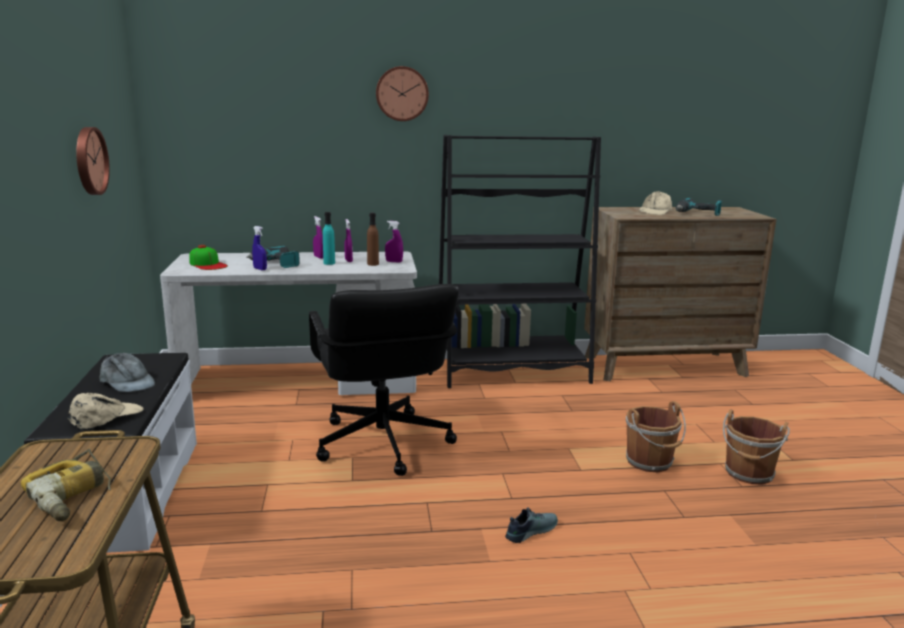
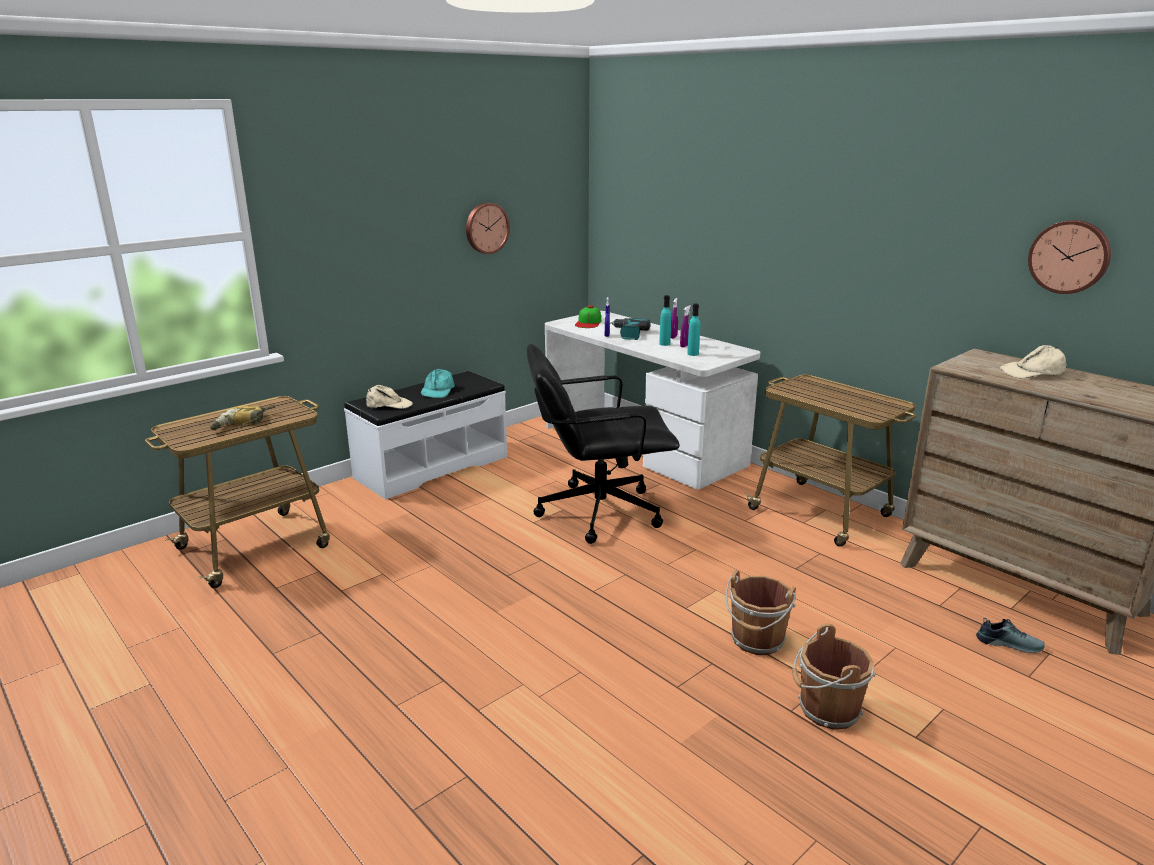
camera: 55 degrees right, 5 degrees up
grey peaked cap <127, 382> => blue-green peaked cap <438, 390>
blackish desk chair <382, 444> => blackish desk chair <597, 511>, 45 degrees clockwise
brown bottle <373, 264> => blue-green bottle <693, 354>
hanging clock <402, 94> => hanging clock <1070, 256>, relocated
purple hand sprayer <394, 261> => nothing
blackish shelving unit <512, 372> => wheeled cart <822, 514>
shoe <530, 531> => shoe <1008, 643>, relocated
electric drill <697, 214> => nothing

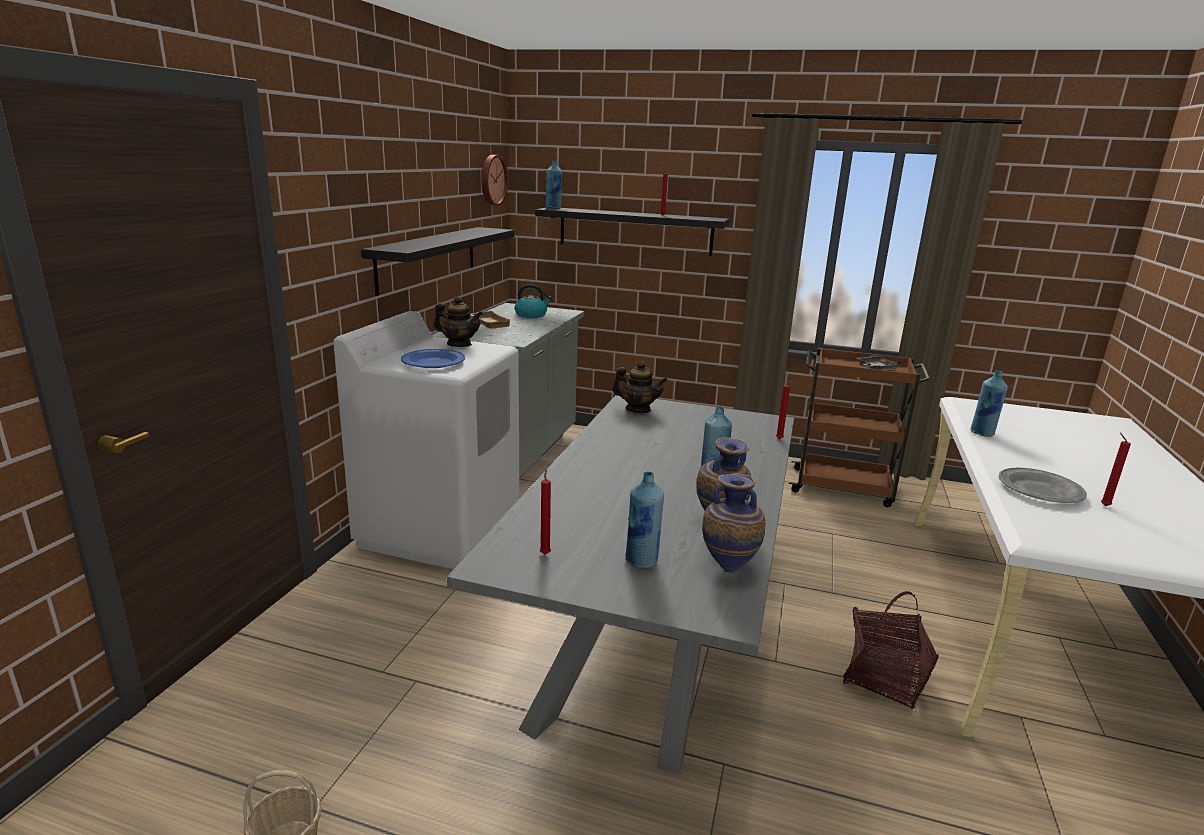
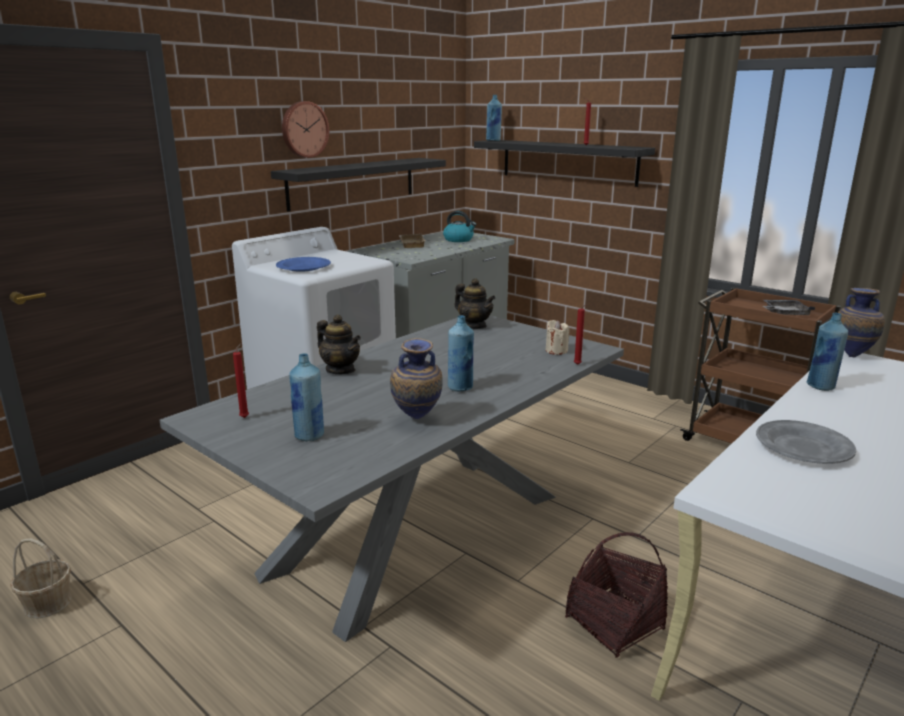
camera: 25 degrees right, 0 degrees up
pot for tea <459, 345> => pot for tea <340, 370>, relocated
hanging clock <492, 180> => hanging clock <304, 129>, relocated
decorative vase <729, 567> => decorative vase <852, 355>, relocated
red-coloured wax light <1103, 505> => nothing
nothing => beige-coloured wax light <556, 351>

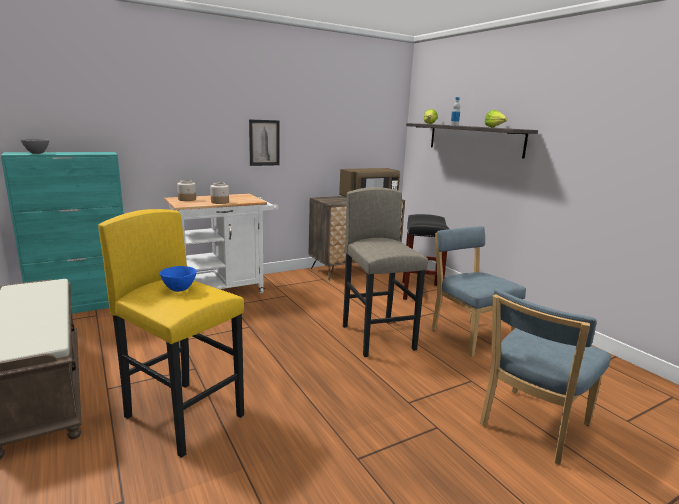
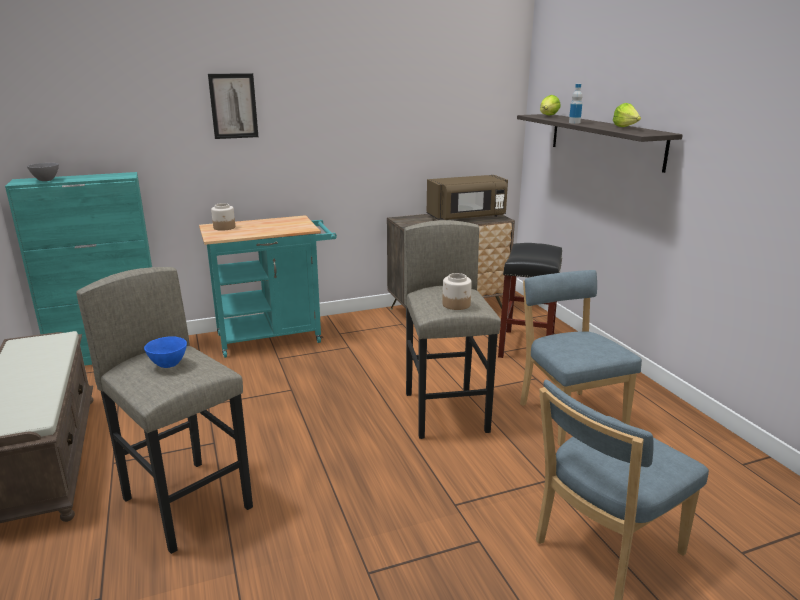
camera: 10 degrees right, 5 degrees up
yellow sitting stool <185, 416> => grey sitting stool <188, 503>
white wheeled cart <225, 290> => blue-green wheeled cart <276, 337>
jar <220, 202> => jar <456, 304>, relocated
wall picture <264, 143> => wall picture <233, 106>, relocated

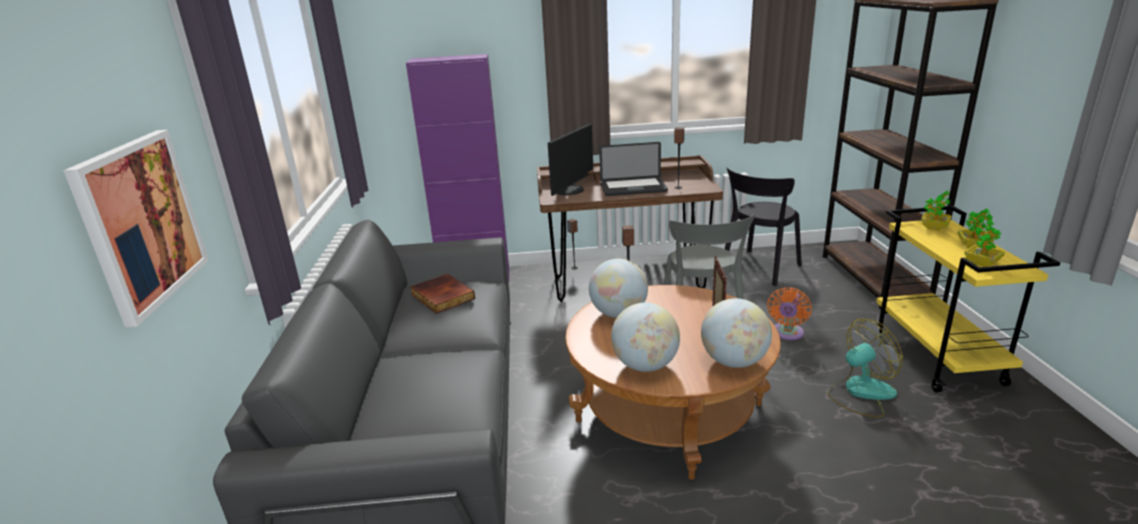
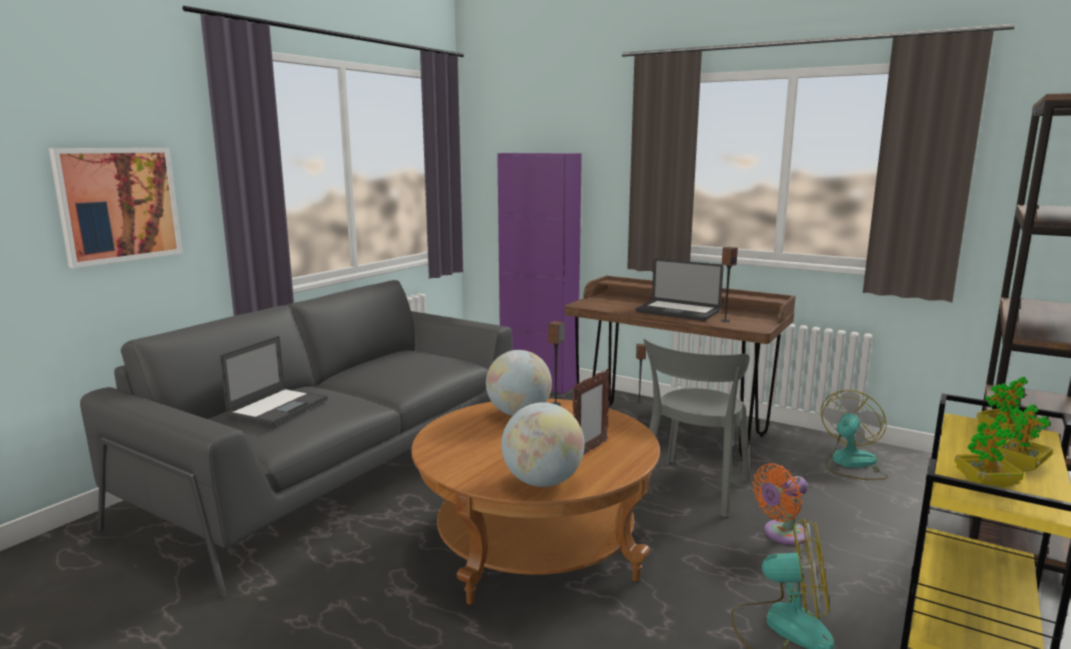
camera: 35 degrees right, 10 degrees down
book <441, 297> => nothing
computer screen <570, 190> => nothing
globe <645, 365> => nothing
blackish plain chair <758, 269> => cooling fan <851, 464>
nothing => laptop <279, 406>

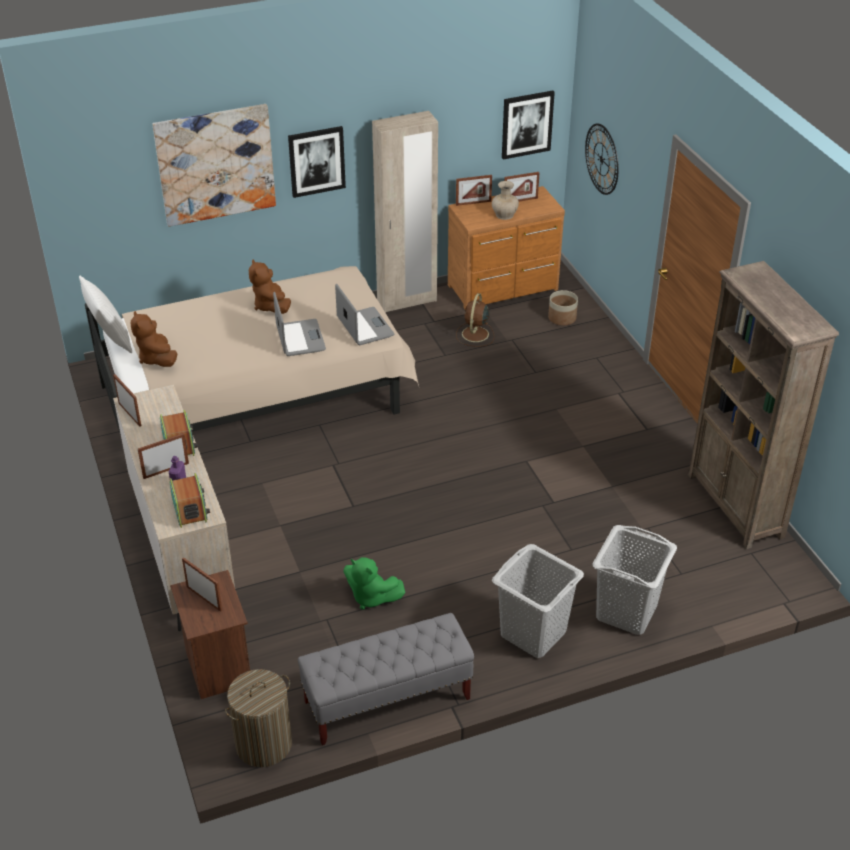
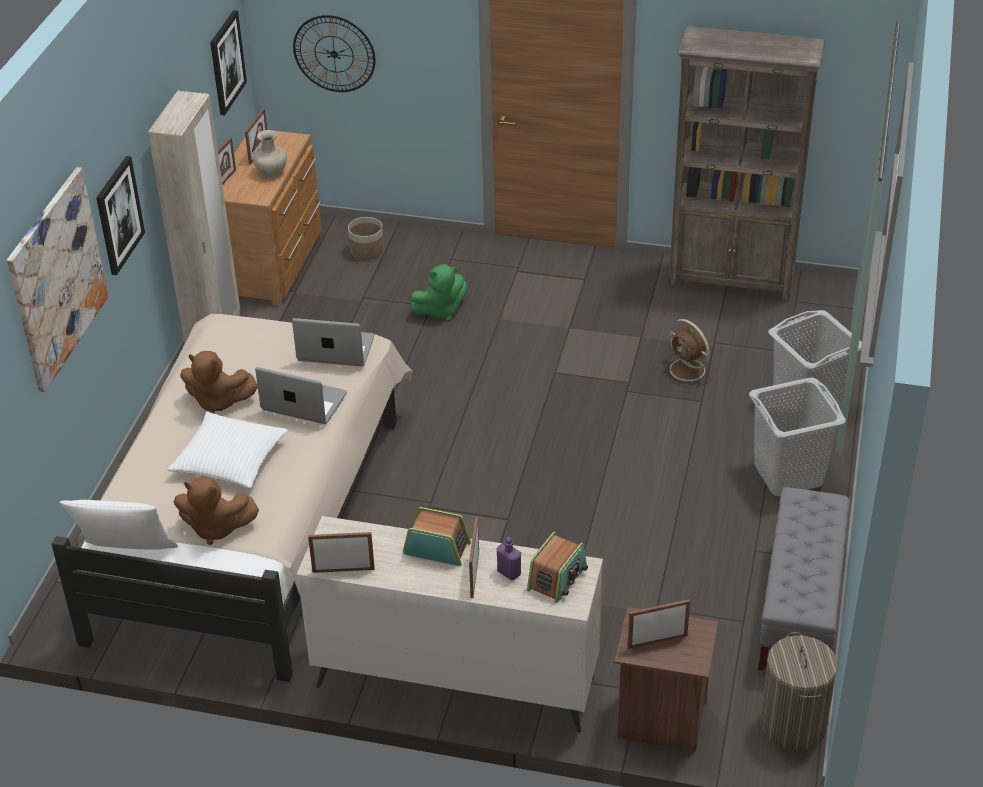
camera: 55 degrees left, 0 degrees up
radio set <190, 509> => radio set <557, 578>, 105 degrees clockwise
greenish plush toy <371, 597> => greenish plush toy <440, 310>, relocated
brown cooling fan <475, 335> => brown cooling fan <688, 371>, relocated
nothing => white throw pillow <229, 460>

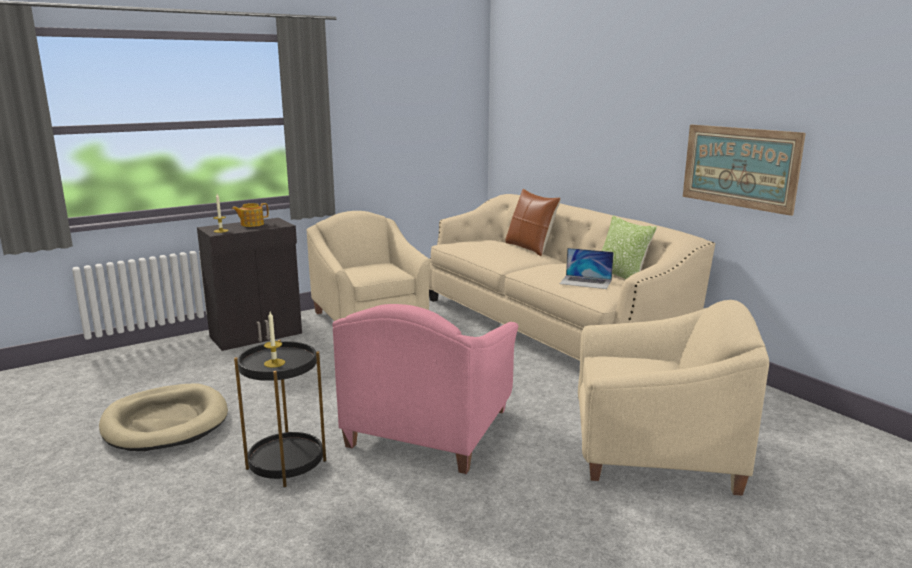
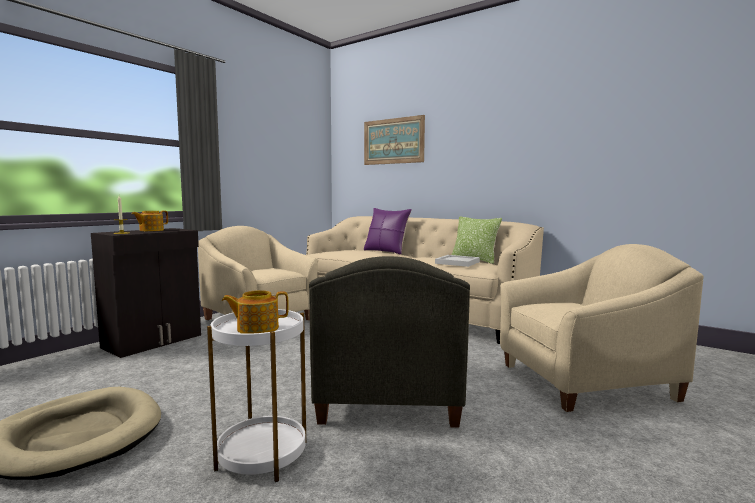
camera: 20 degrees left, 10 degrees down
blackish side table <286, 464> => white side table <262, 455>
wax light <274, 363> => pot for tea <257, 328>
pink easy chair <431, 428> => grey easy chair <387, 393>
brown throw pillow <530, 248> => purple throw pillow <386, 251>
laptop <586, 282> => white carrying tray <458, 262>
wall picture <739, 167> => wall picture <393, 141>, relocated

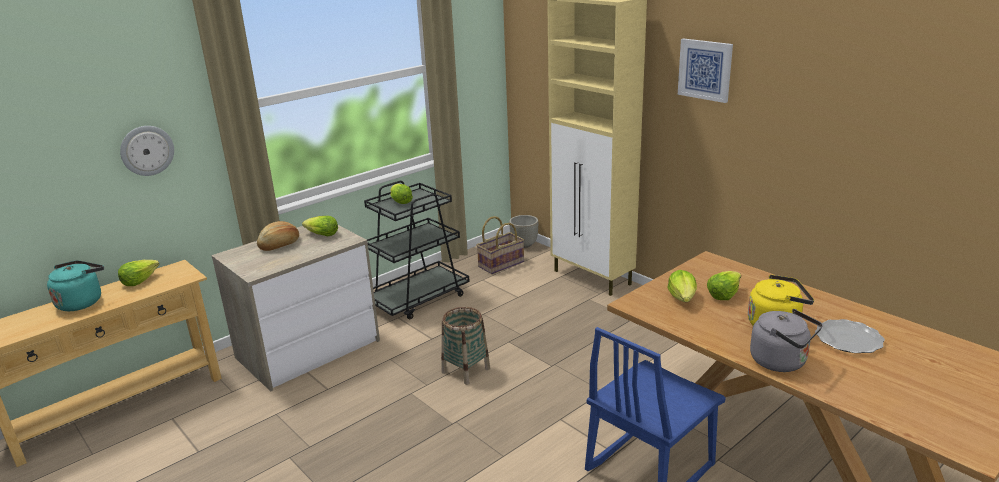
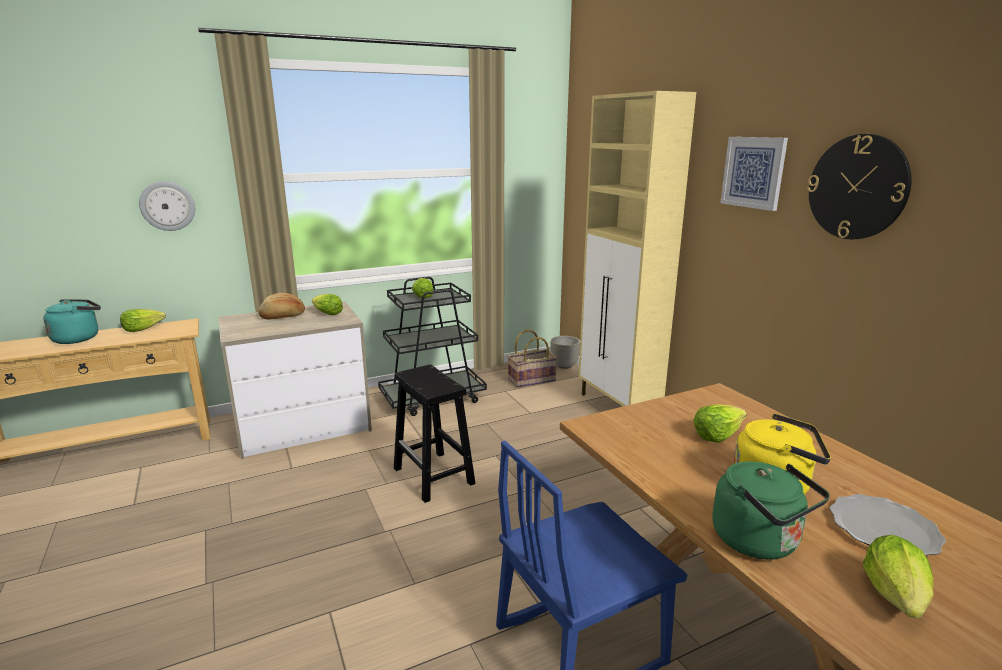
camera: 15 degrees right, 5 degrees down
household basket <466, 370> => blackish sitting stool <434, 476>
lettuce <682, 298> => lettuce <896, 596>, relocated
grey tea kettle <781, 362> => greenish tea kettle <760, 542>
nothing => hanging clock <857, 187>

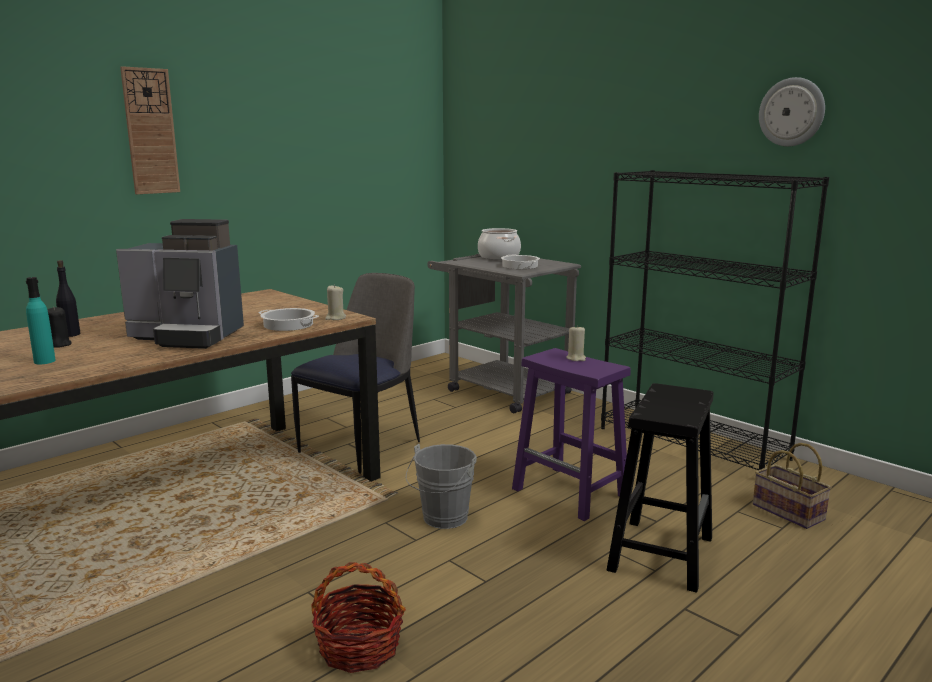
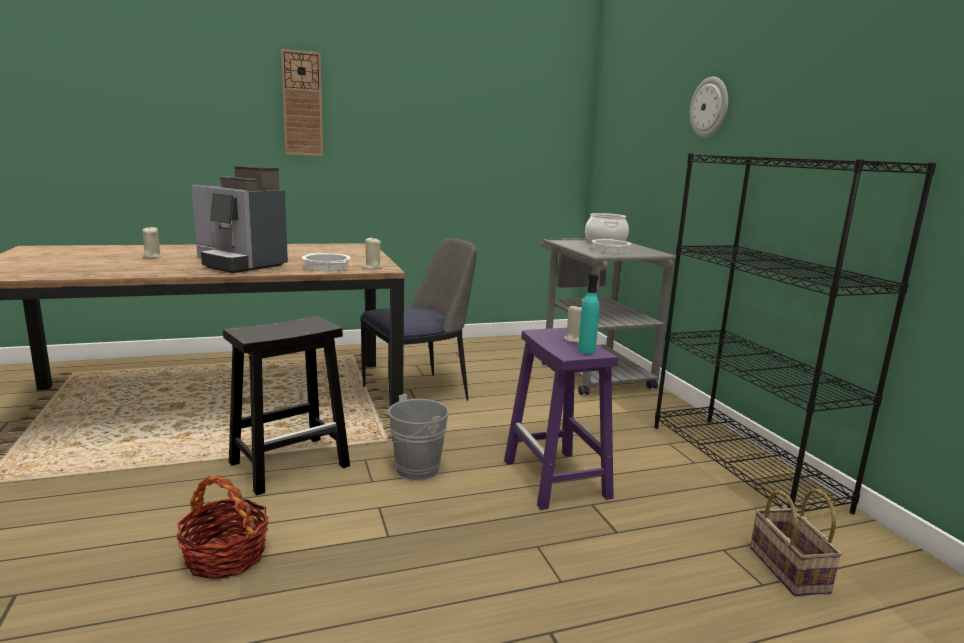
camera: 25 degrees right, 0 degrees up
blue-green bottle <44, 361> => blue-green bottle <586, 351>, relocated
blackish wax light <59, 345> => beige-coloured wax light <152, 257>
blackish bottle <70, 334> => nothing
blackish sitting stool <661, 552> => blackish sitting stool <291, 464>, relocated
hanging clock <792, 112> => hanging clock <710, 107>, relocated

